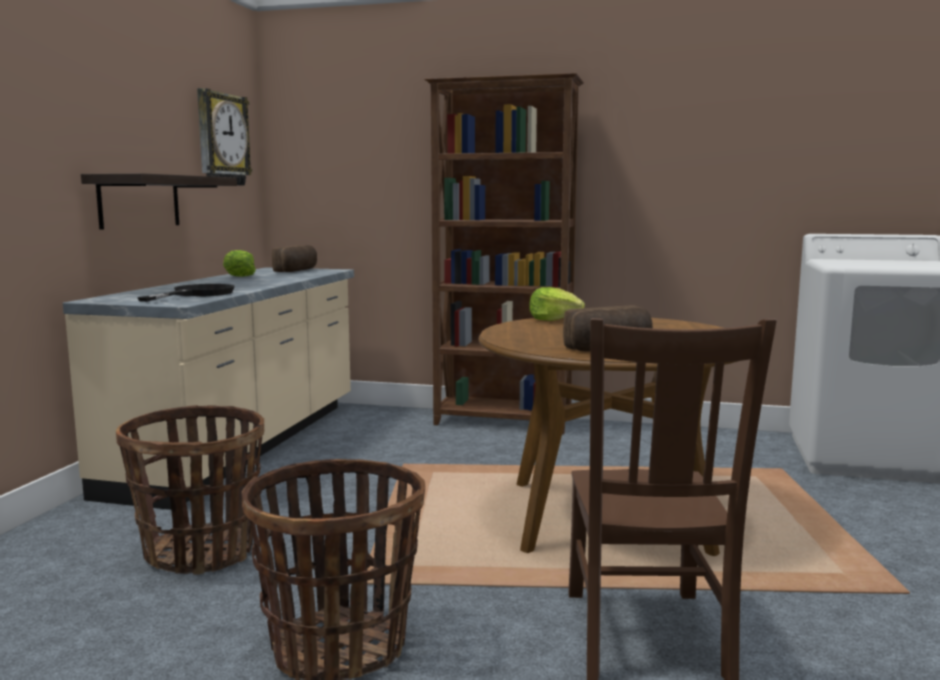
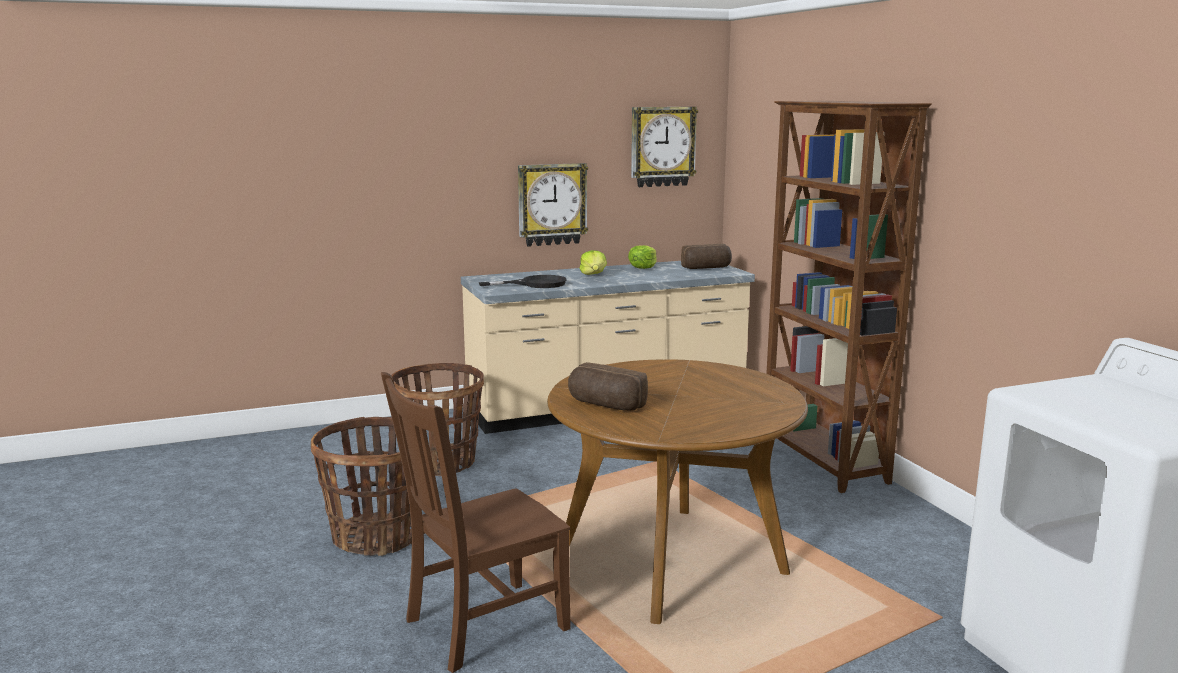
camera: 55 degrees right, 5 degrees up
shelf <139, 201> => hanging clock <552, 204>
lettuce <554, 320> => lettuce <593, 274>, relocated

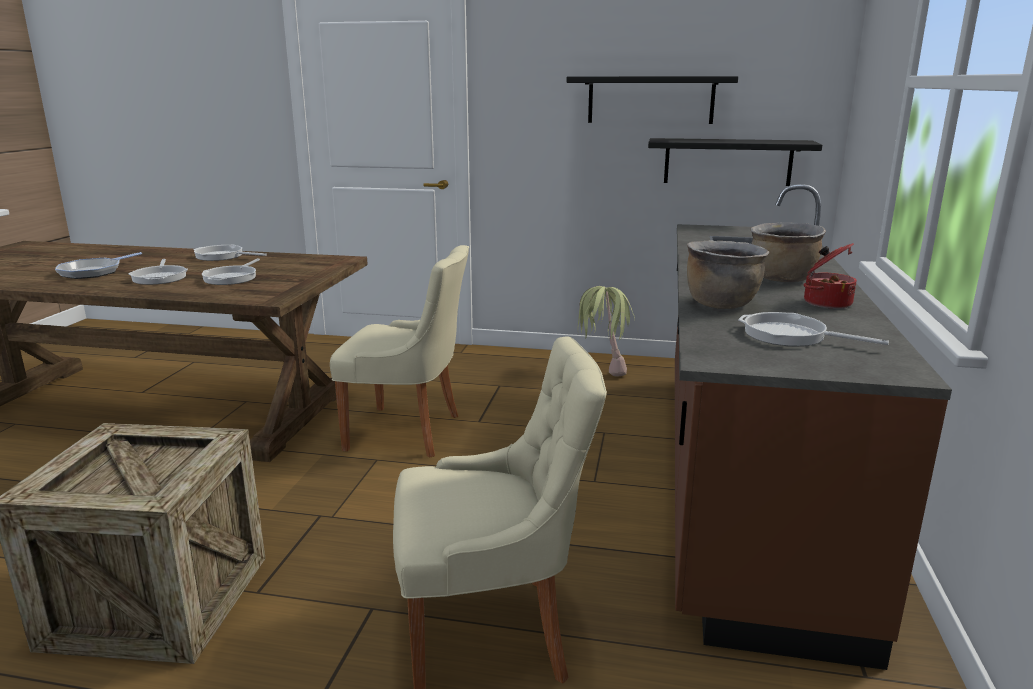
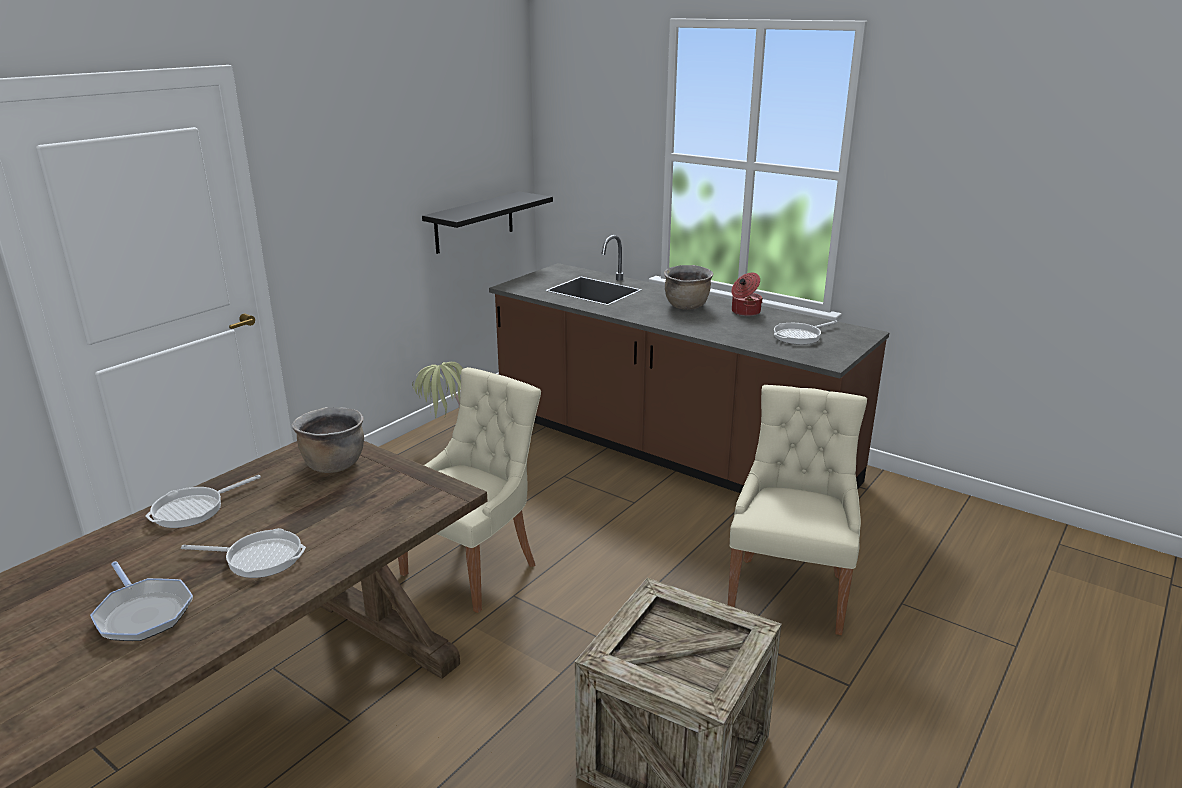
camera: 65 degrees left, 5 degrees up
skillet <232, 278> => nothing
blackish shelf <650, 100> => nothing
brown stockpot <721, 304> => brown stockpot <333, 464>, relocated

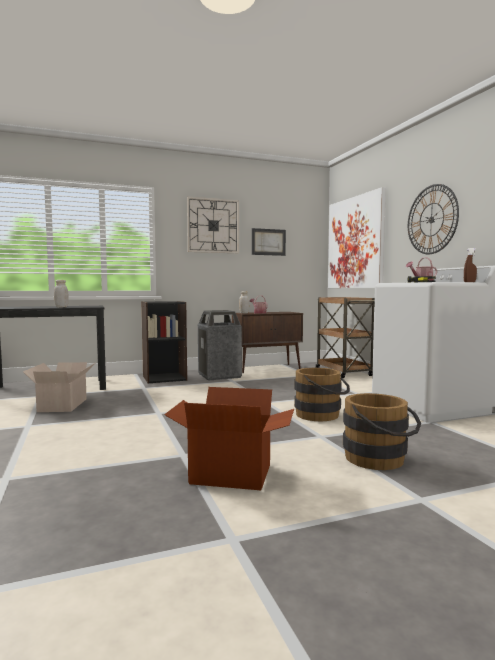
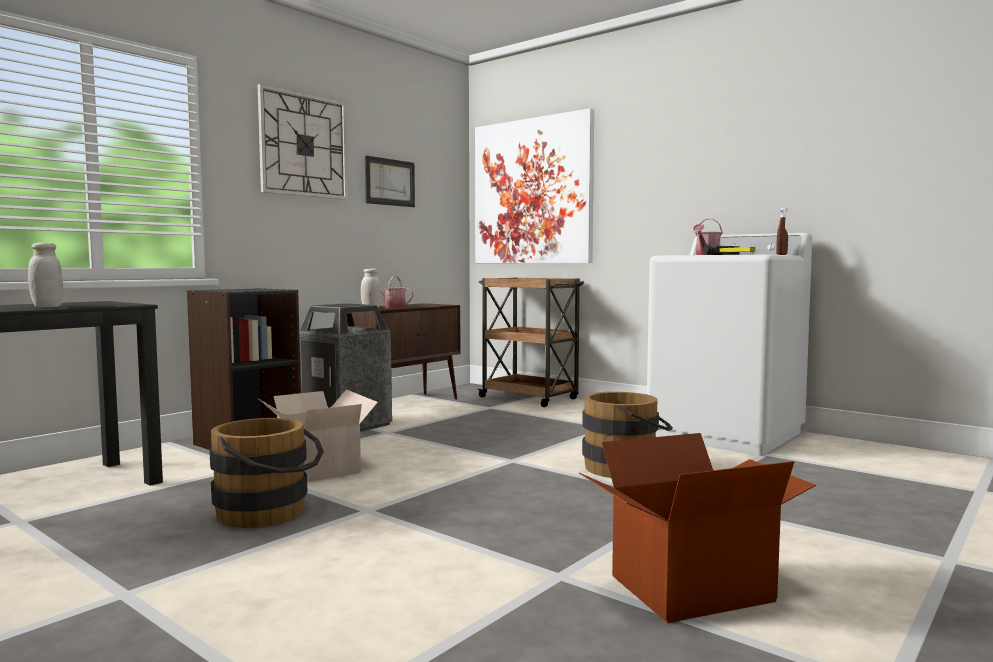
camera: 30 degrees left, 0 degrees up
packing box <64, 404> => packing box <318, 466>, relocated
brown water bucket <379, 460> => brown water bucket <268, 513>, relocated
hanging clock <431, 219> => nothing

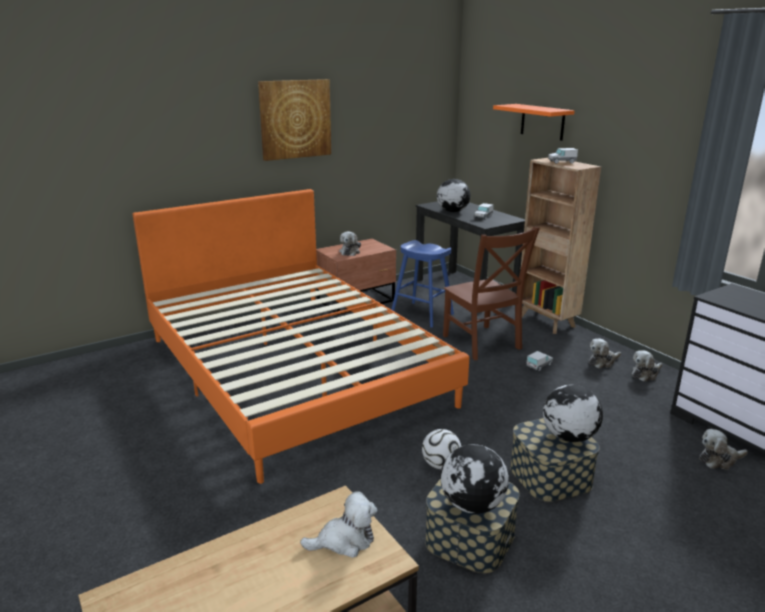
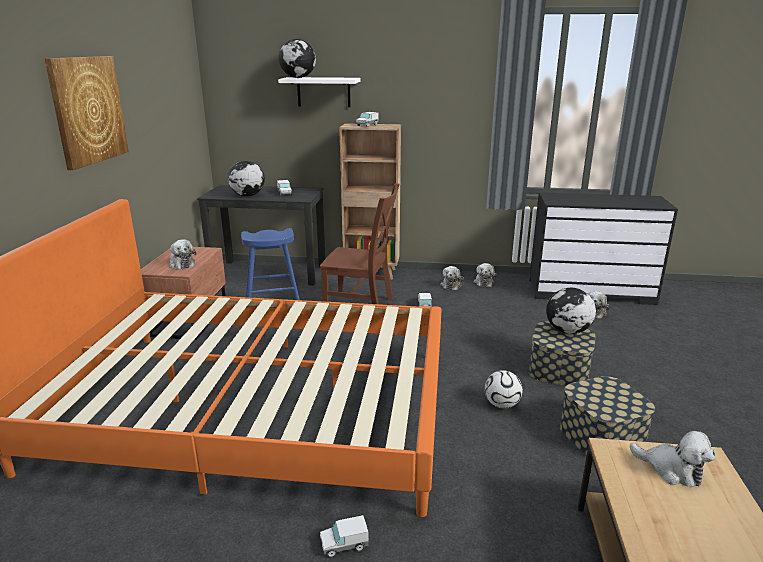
camera: 50 degrees left, 0 degrees up
plush toy <344, 541> => plush toy <671, 469>, 105 degrees clockwise
globe <472, 505> => globe <298, 78>, relocated
orange-coloured shelf <542, 122> => white shelf <323, 92>
nothing => toy lorry <344, 545>

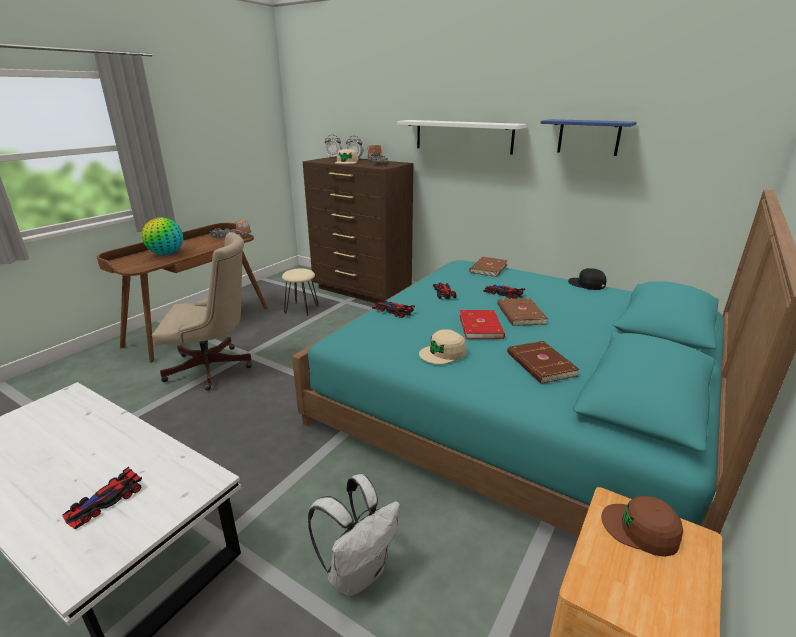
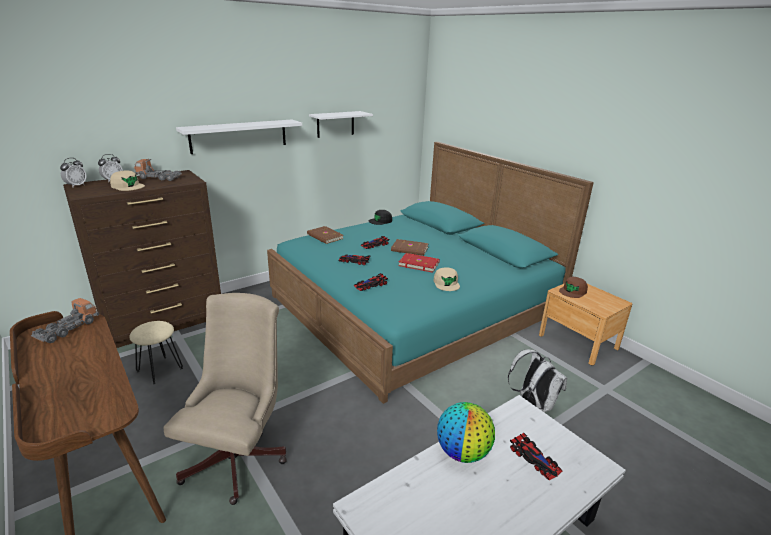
camera: 70 degrees left, 0 degrees up
globe <166, 254> => globe <463, 452>, relocated
brown book <540, 365> => nothing
blue shelf <588, 137> => white shelf <335, 124>

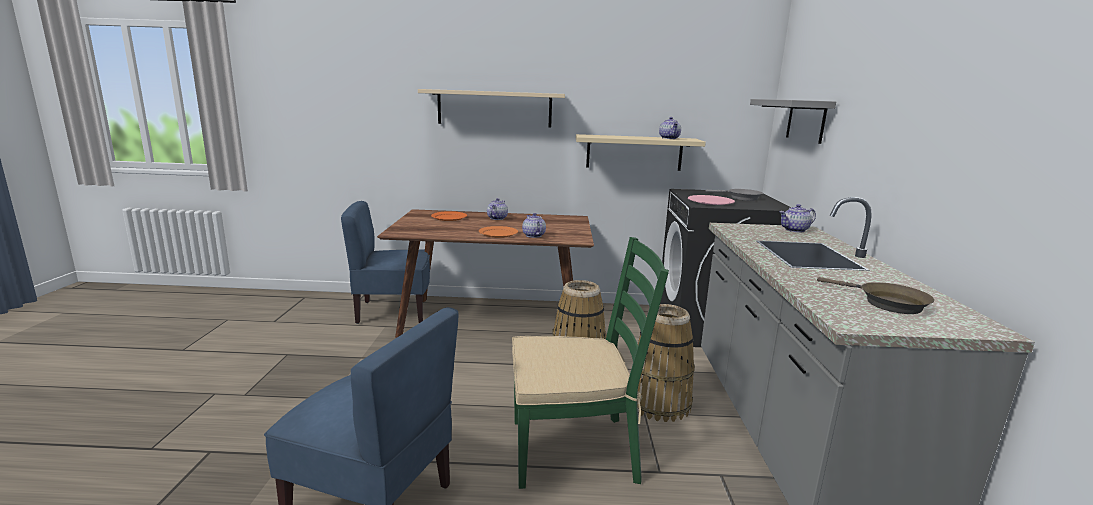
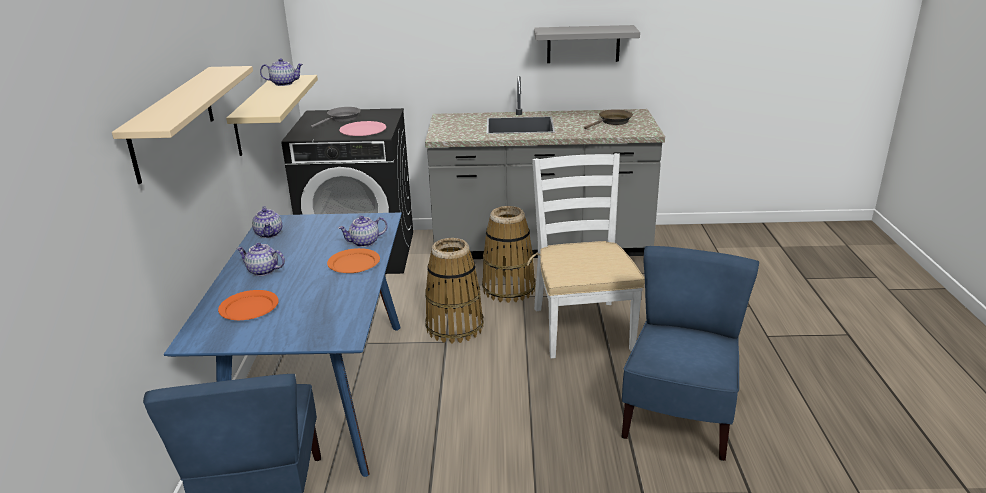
camera: 90 degrees left, 10 degrees up
brown dinner table <491, 321> => blue dinner table <323, 392>
greenish plain chair <574, 449> => white plain chair <582, 328>
grey shelf <806, 120> => grey shelf <583, 44>, relocated
pot for tea <794, 230> => pot for tea <269, 234>, relocated

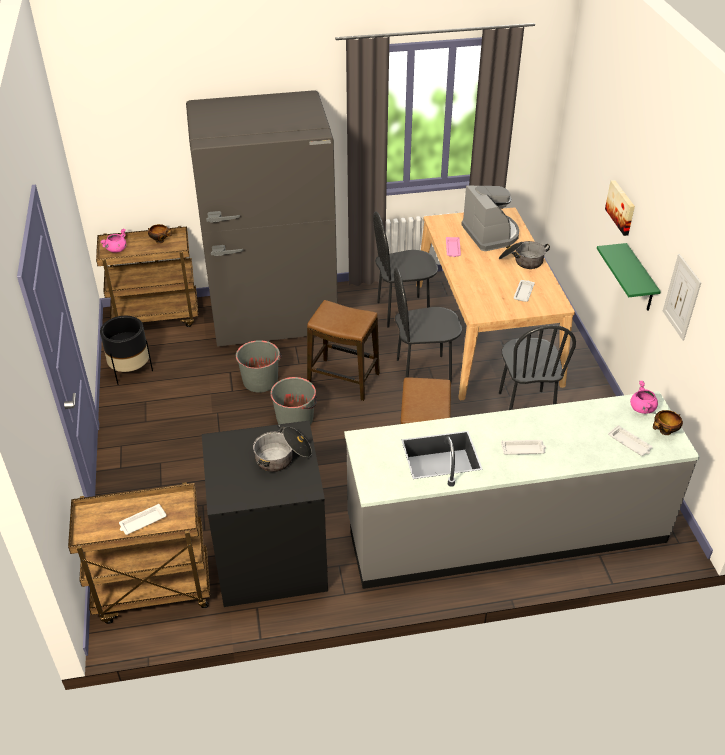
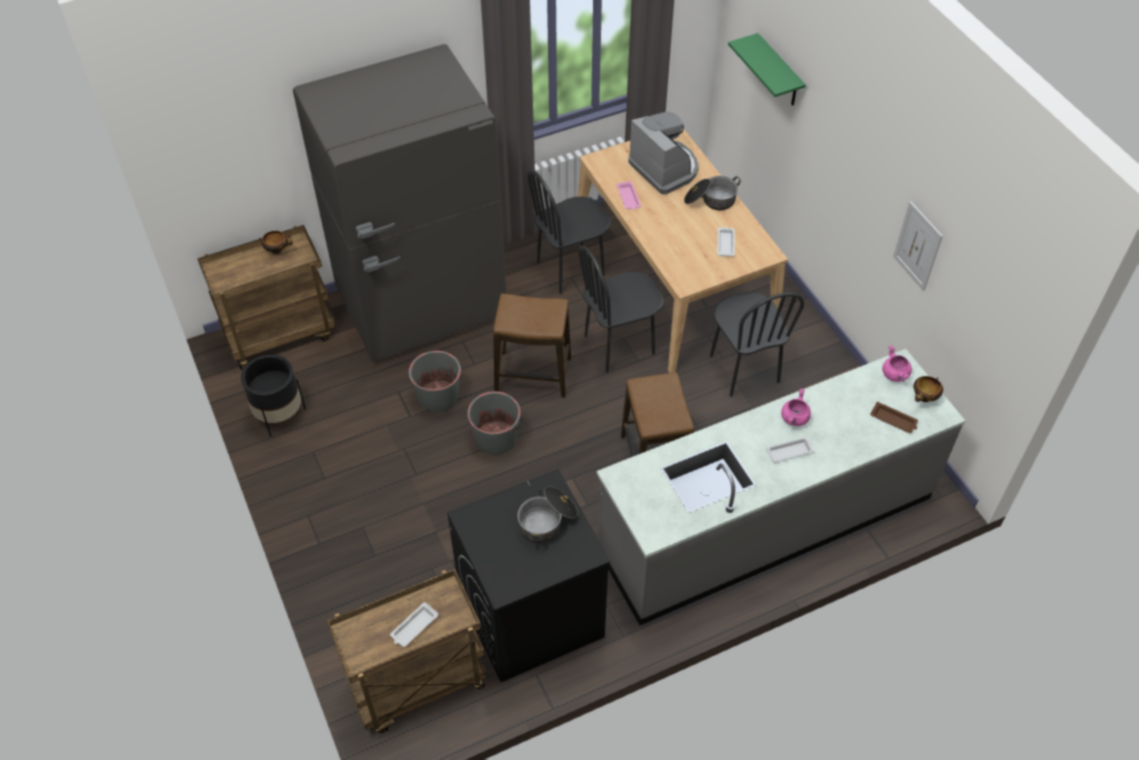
camera: 15 degrees left, 10 degrees up
pink stockpot <116, 249> => pink stockpot <794, 419>, relocated
greenish shelf <640, 279> => greenish shelf <779, 72>, relocated
wall picture <621, 207> => nothing
white carrying tray <630, 443> => brown carrying tray <894, 420>

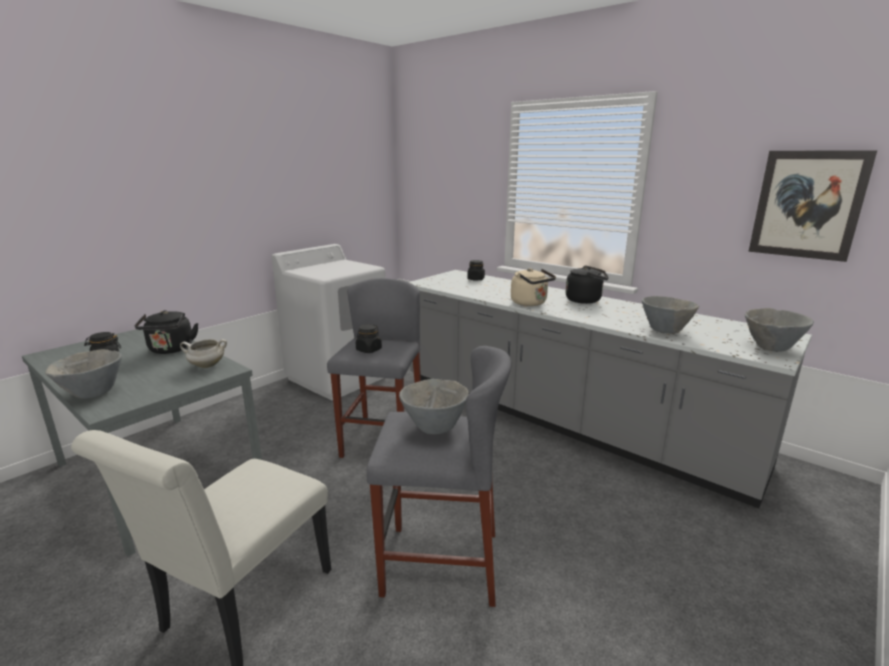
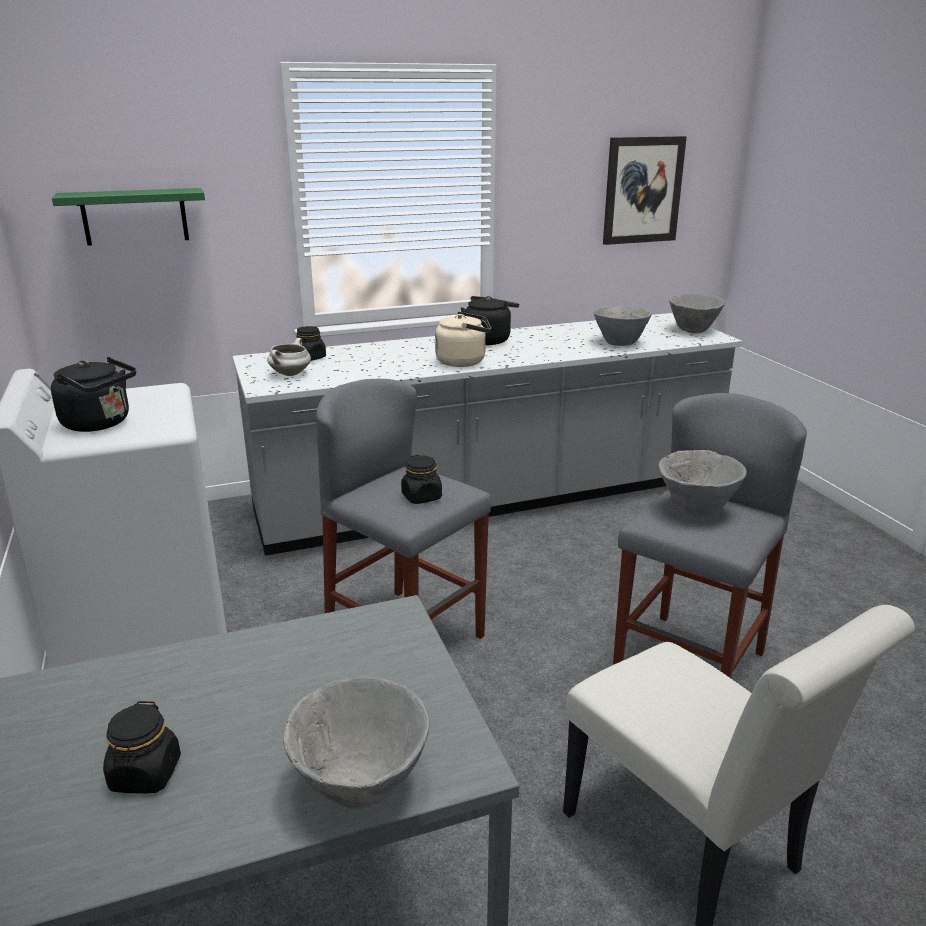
camera: 60 degrees left, 5 degrees up
blackish tea kettle <171, 350> => blackish tea kettle <100, 424>, relocated
white stockpot <206, 366> => white stockpot <290, 374>, relocated
nothing => greenish shelf <135, 216>

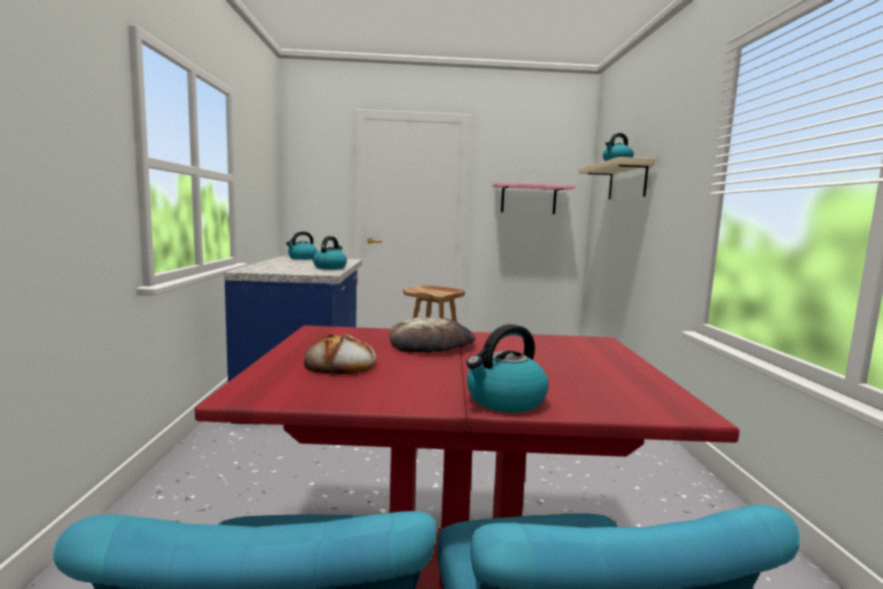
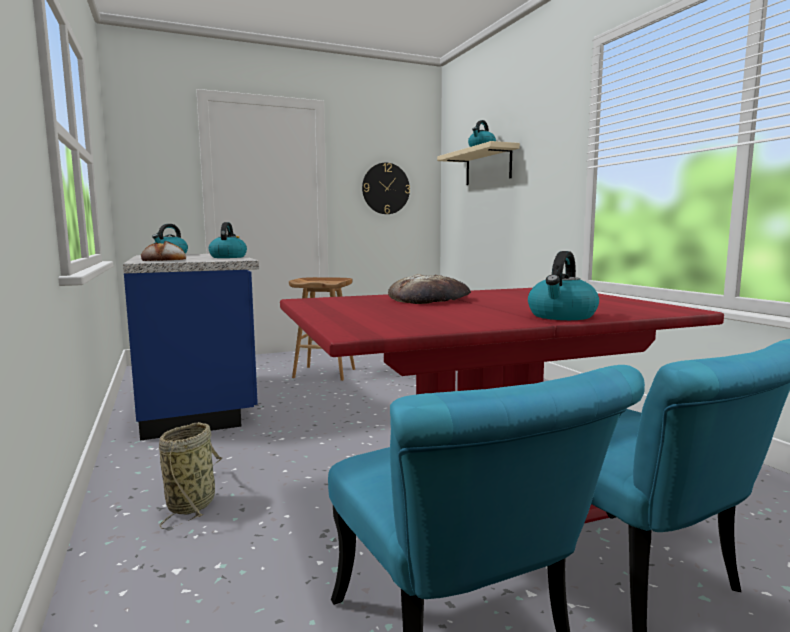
camera: 20 degrees left, 0 degrees up
baked bread <341, 365> => baked bread <164, 260>, relocated
pink shelf <528, 199> => hanging clock <385, 188>
nothing => household basket <193, 503>

